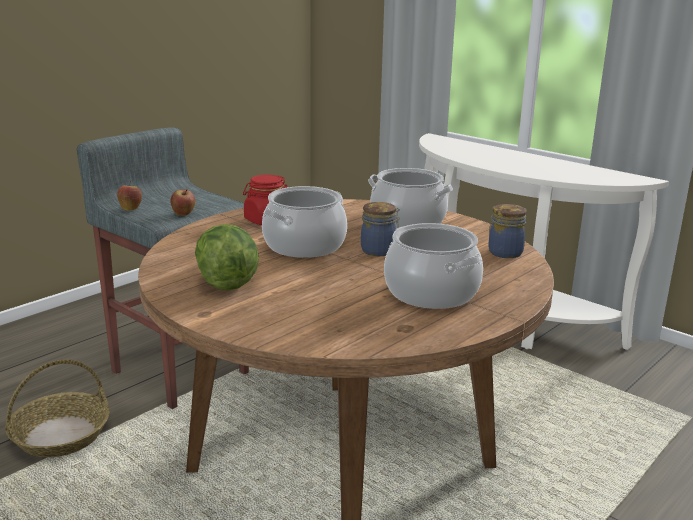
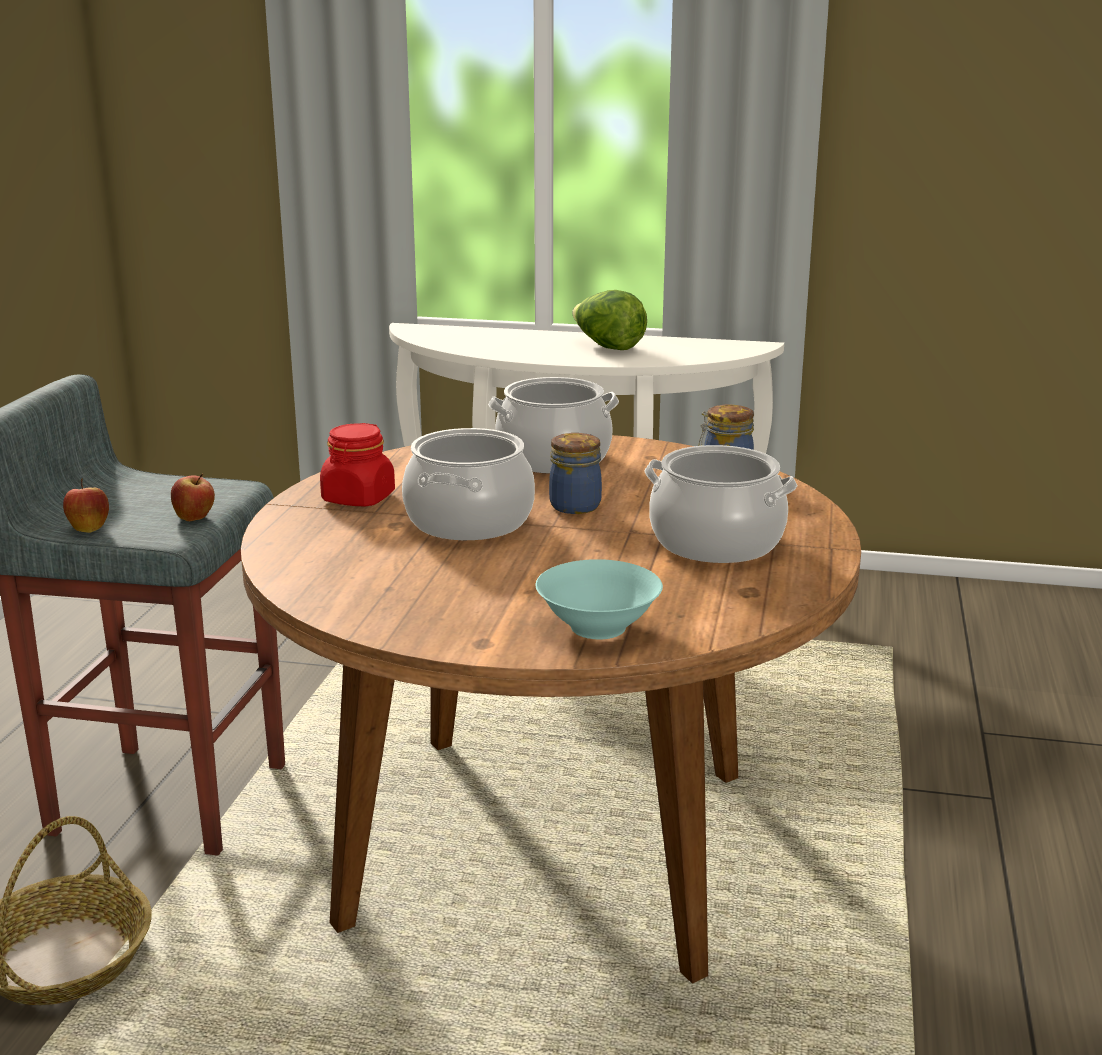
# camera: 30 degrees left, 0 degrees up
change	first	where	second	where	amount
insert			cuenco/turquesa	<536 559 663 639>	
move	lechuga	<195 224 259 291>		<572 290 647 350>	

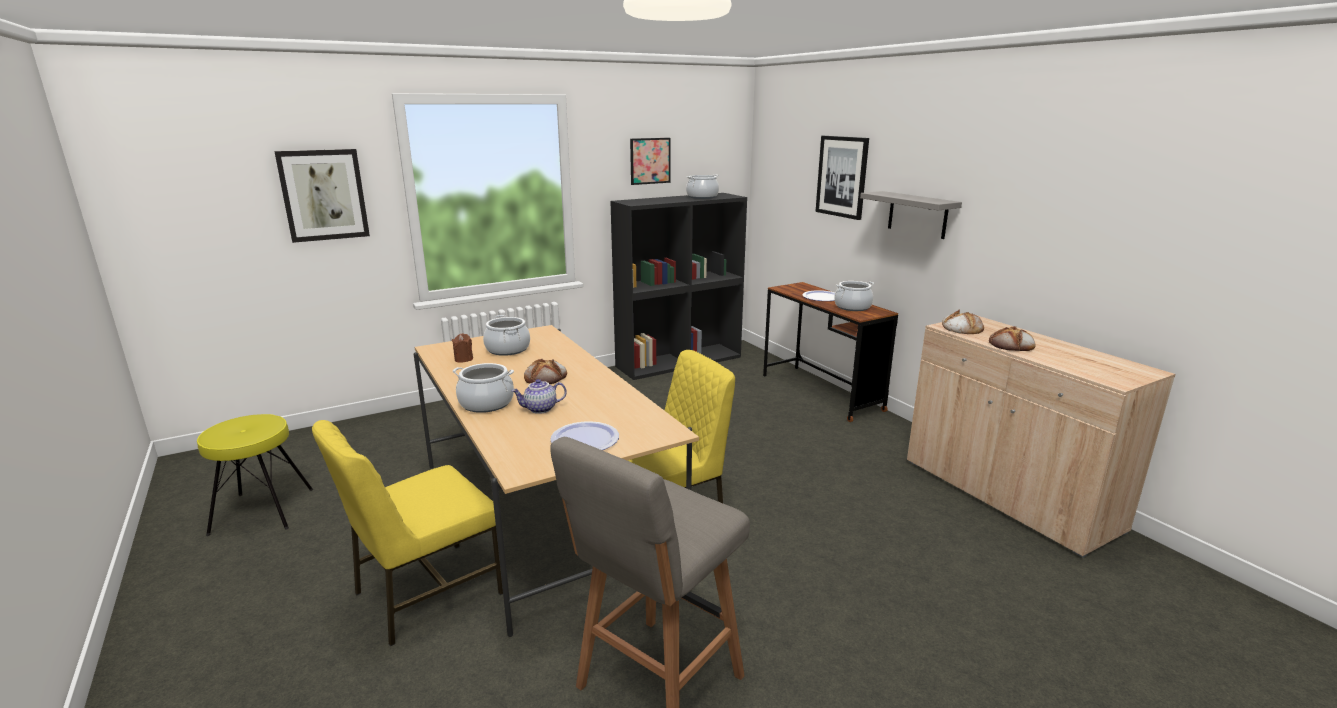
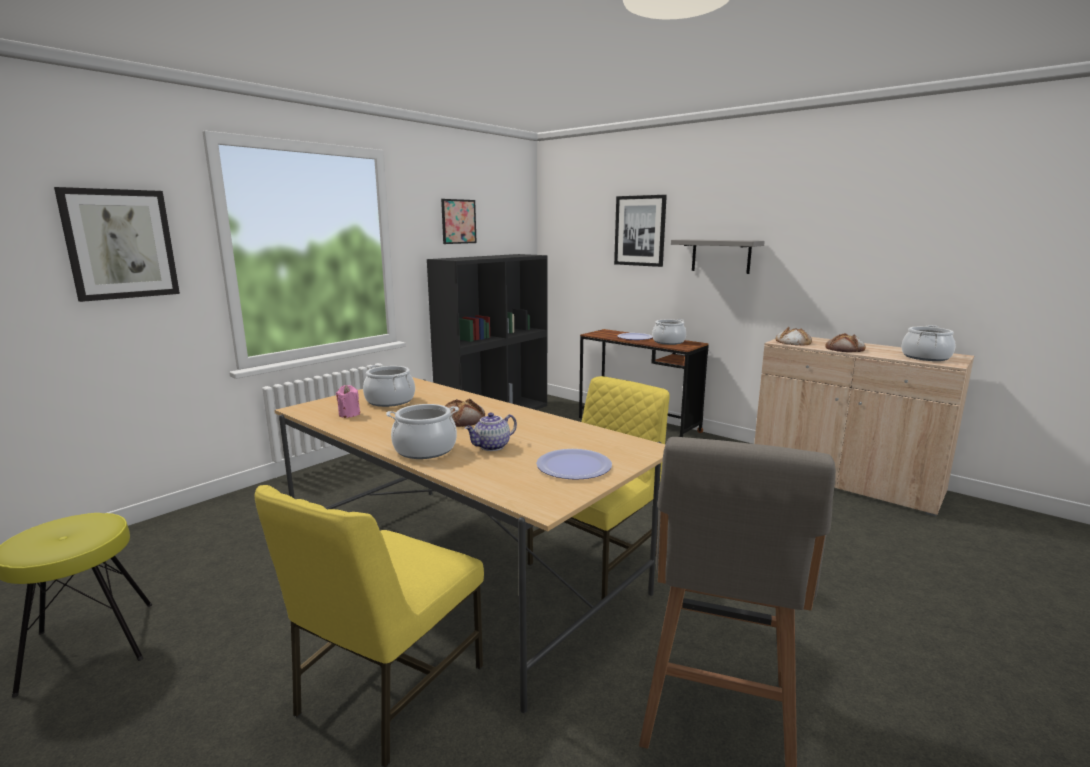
# camera: 20 degrees left, 5 degrees down
change	first	where	second	where	amount
move	olla	<686 174 719 199>		<901 325 956 361>	
recolor	vela/marrón	<452 334 473 362>	vela/rosa	<336 385 360 418>	

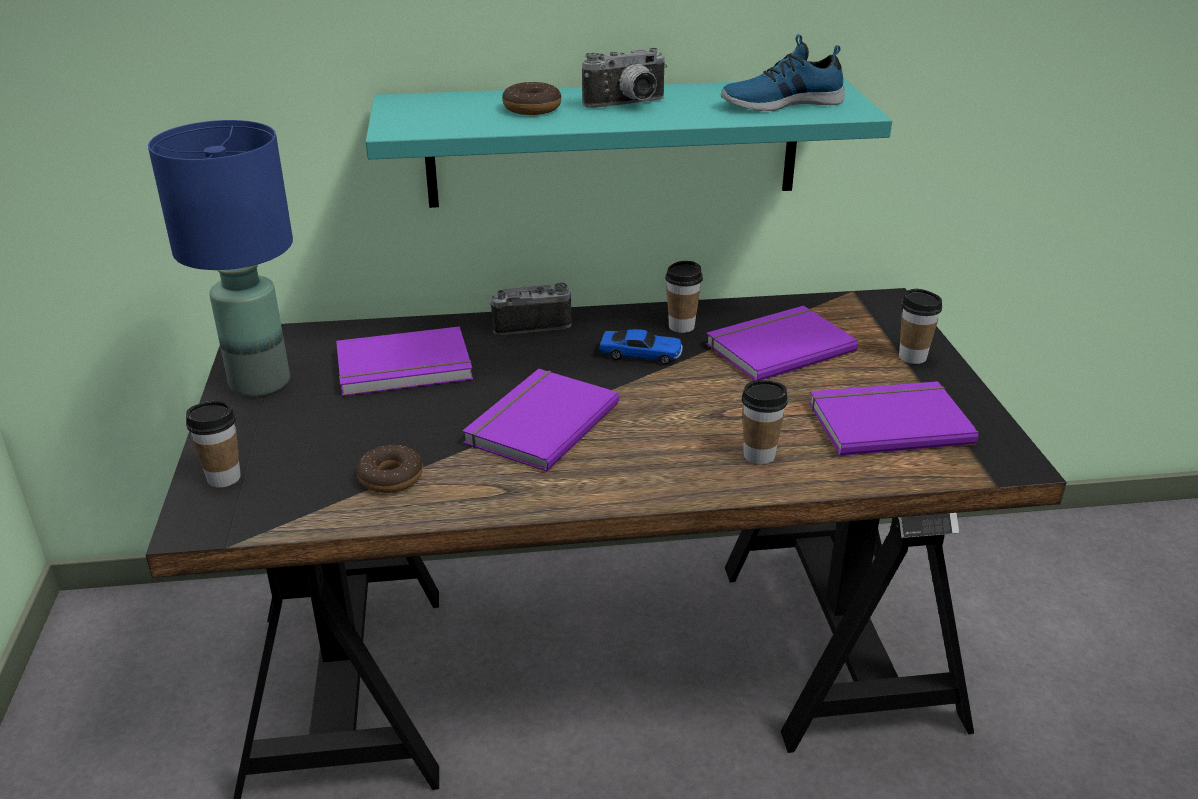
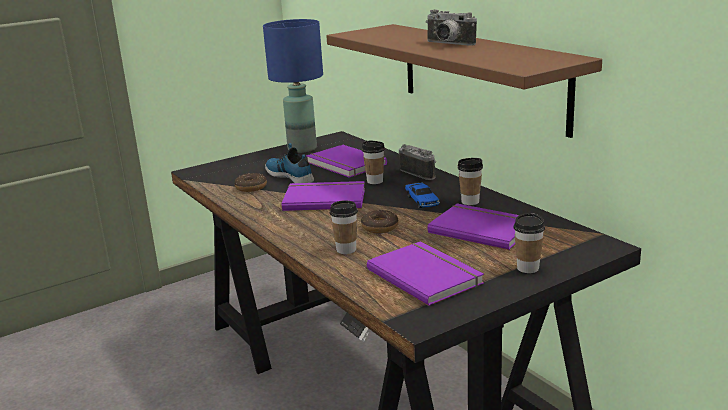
# camera: 65 degrees right, 10 degrees down
change	first	where	second	where	amount
move	taza	<186 401 241 488>		<362 141 385 184>	
move	rosquilla	<502 82 561 115>		<361 210 399 233>	
move	zapato	<721 34 845 111>		<265 143 314 183>	
recolor	estante/turquesa	<366 78 892 208>	estante/marrón	<326 24 602 138>	

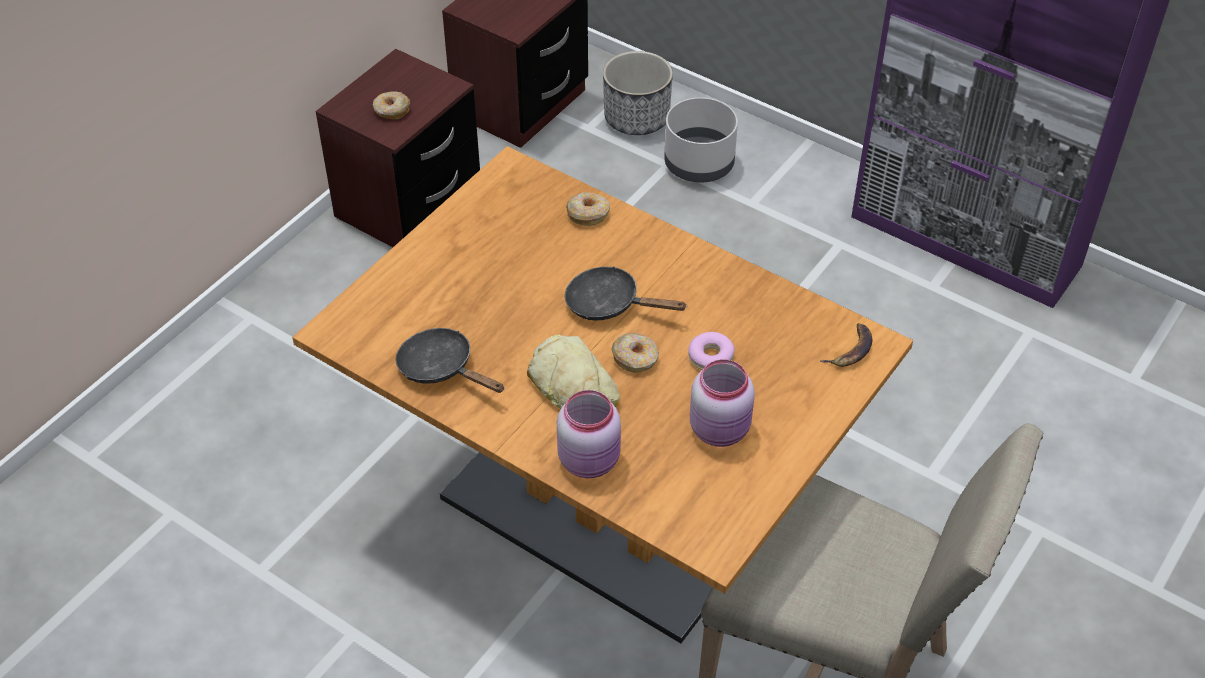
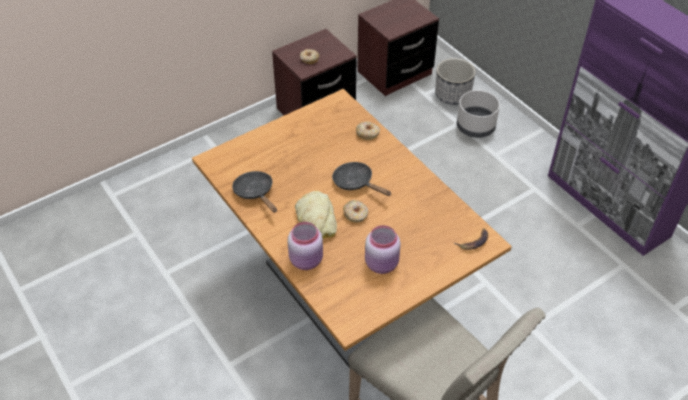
# camera: 20 degrees right, 0 degrees up
change	first	where	second	where	amount
delete	rosquilla	<688 332 735 370>			

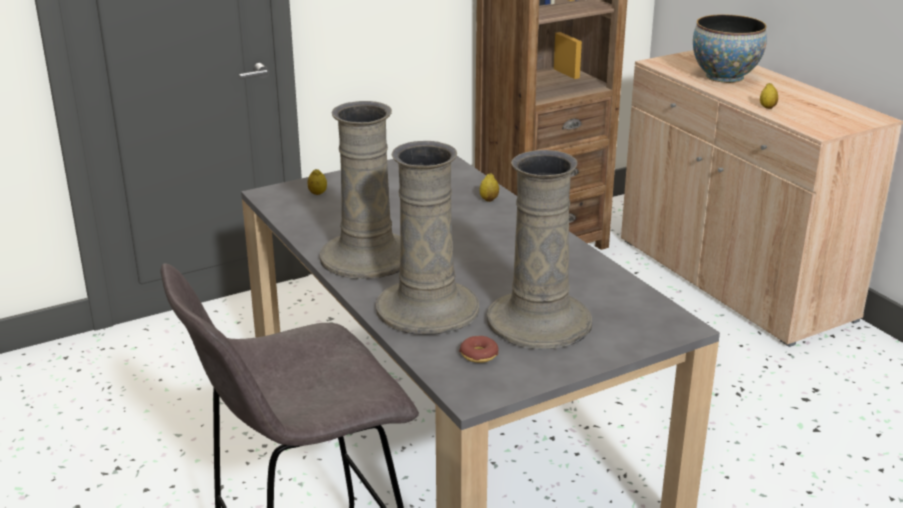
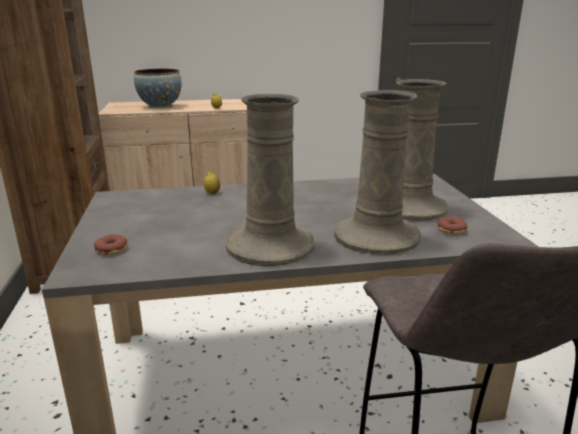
# camera: 70 degrees left, 5 degrees down
change	first	where	second	where	amount
replace	limón	<307 169 327 195>	rosquilla	<94 234 127 255>	

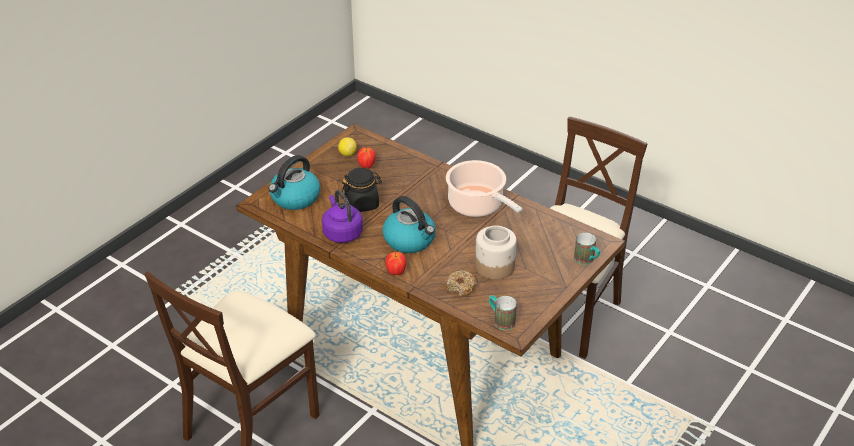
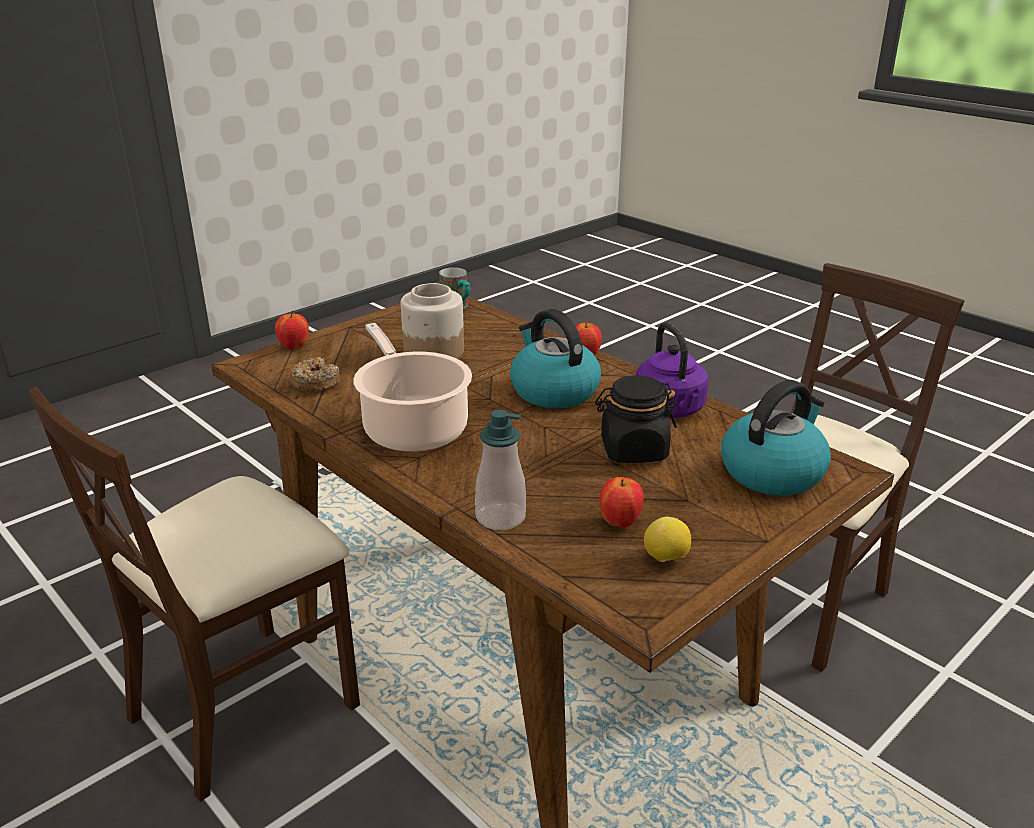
# camera: 170 degrees left, 10 degrees down
change	first	where	second	where	amount
insert			dispensador de jabón	<475 410 526 530>	
move	rosquilla	<446 270 477 297>		<289 357 340 394>	
replace	taza grande	<574 232 600 265>	manzana	<275 311 309 350>	

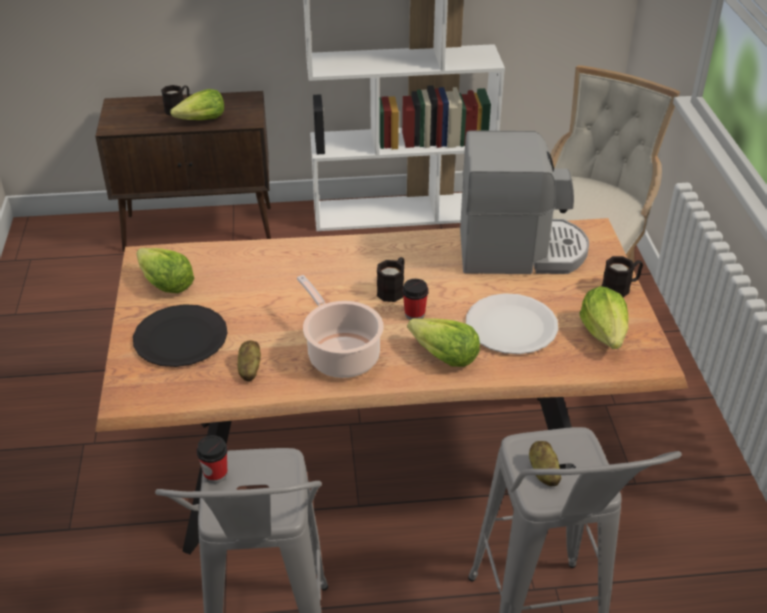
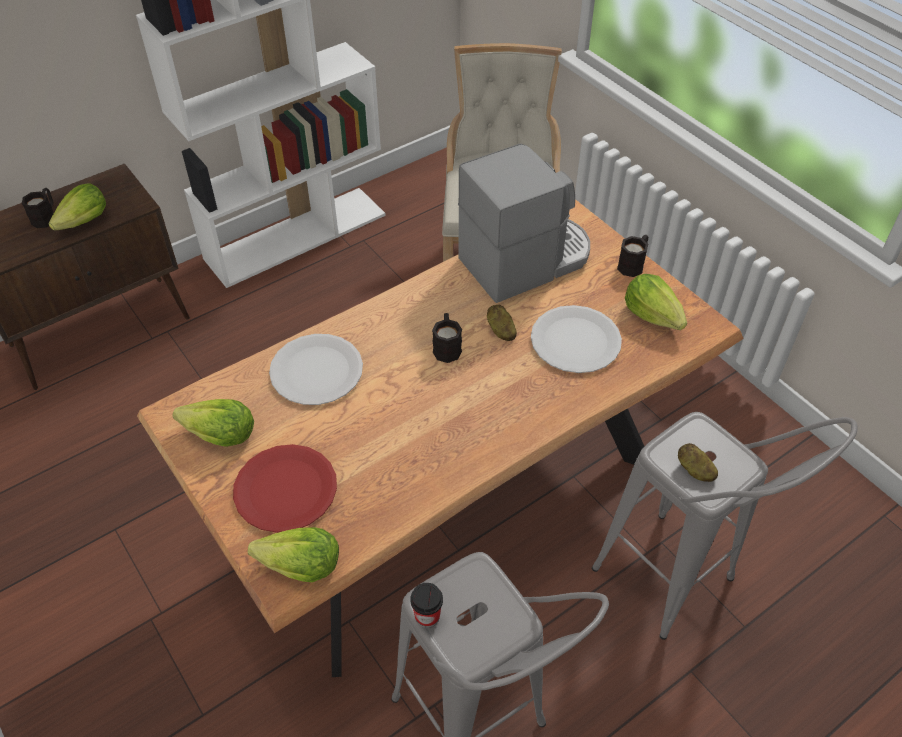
# camera: 30 degrees left, 10 degrees up
change	first	where	second	where	amount
delete	olla	<297 275 384 378>			
delete	taza	<402 279 429 320>			
insert			plato/blanco	<269 334 363 405>	
move	patata	<238 340 261 381>		<487 305 517 341>	
move	lechuga	<407 318 480 367>		<248 527 339 582>	
recolor	plato/negro	<133 304 228 367>	plato/rojo	<233 444 337 533>	

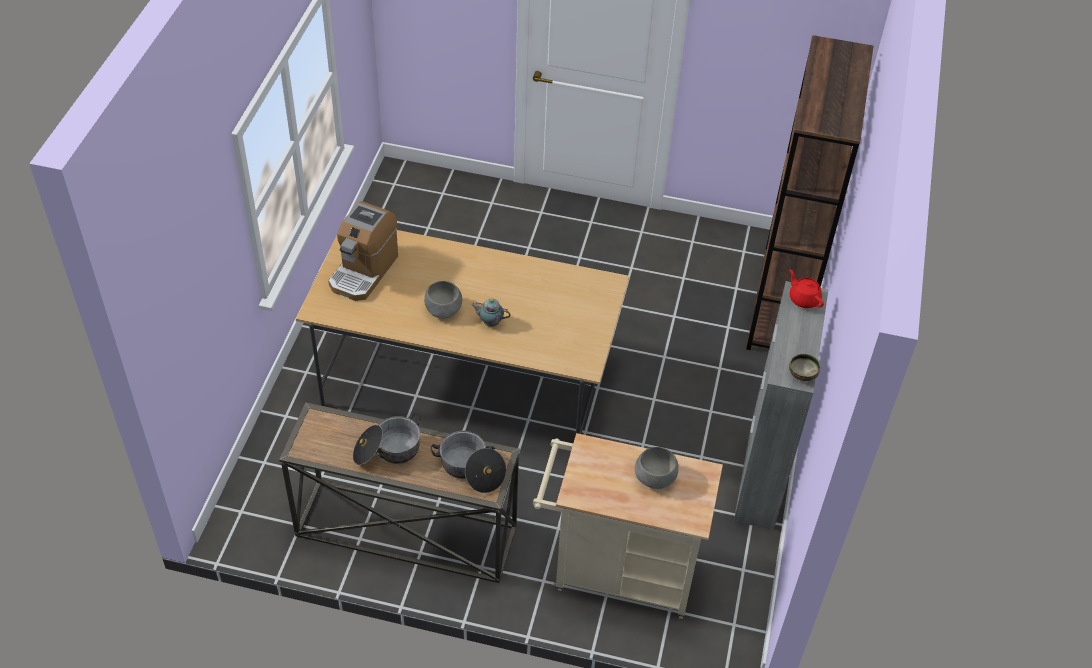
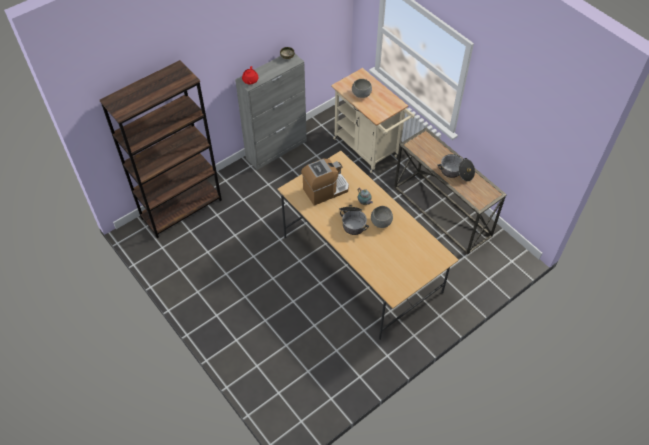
# camera: 140 degrees left, 5 degrees up
change	first	where	second	where	amount
move	cafetera	<328 201 398 301>		<301 159 349 206>	
move	olla	<431 431 506 493>		<339 205 369 235>	

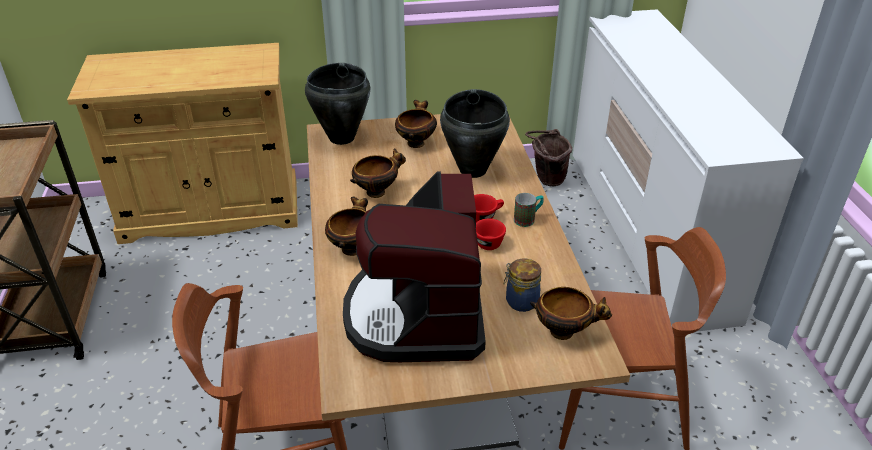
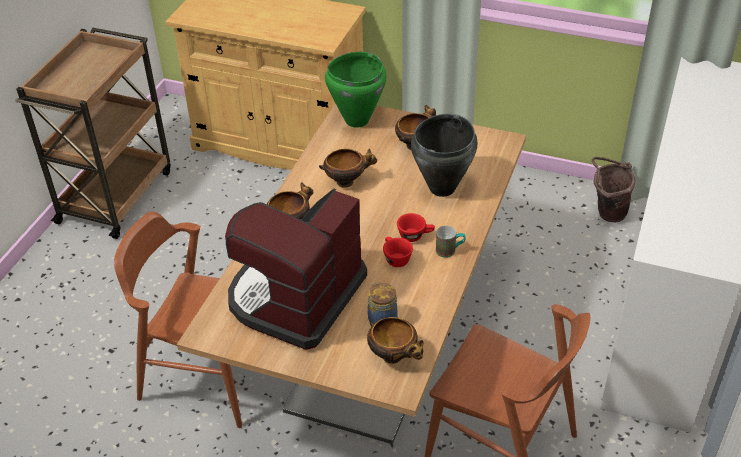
# camera: 30 degrees right, 5 degrees up
change	first	where	second	where	amount
recolor	olla/negro	<305 63 370 145>	olla/verde	<325 52 386 128>	

